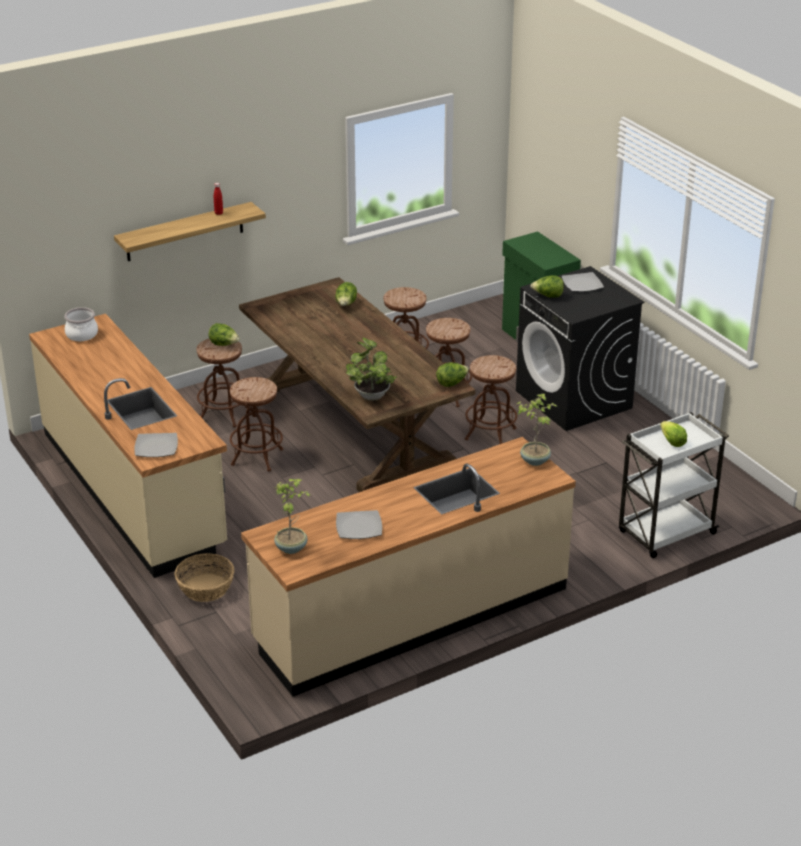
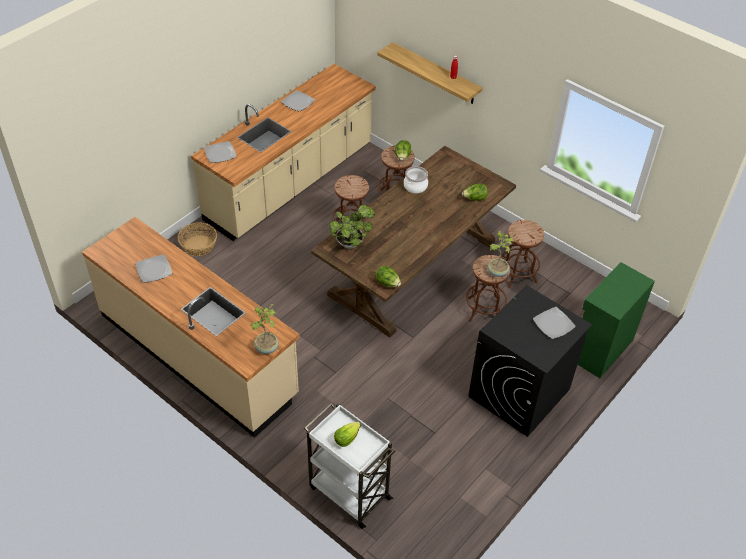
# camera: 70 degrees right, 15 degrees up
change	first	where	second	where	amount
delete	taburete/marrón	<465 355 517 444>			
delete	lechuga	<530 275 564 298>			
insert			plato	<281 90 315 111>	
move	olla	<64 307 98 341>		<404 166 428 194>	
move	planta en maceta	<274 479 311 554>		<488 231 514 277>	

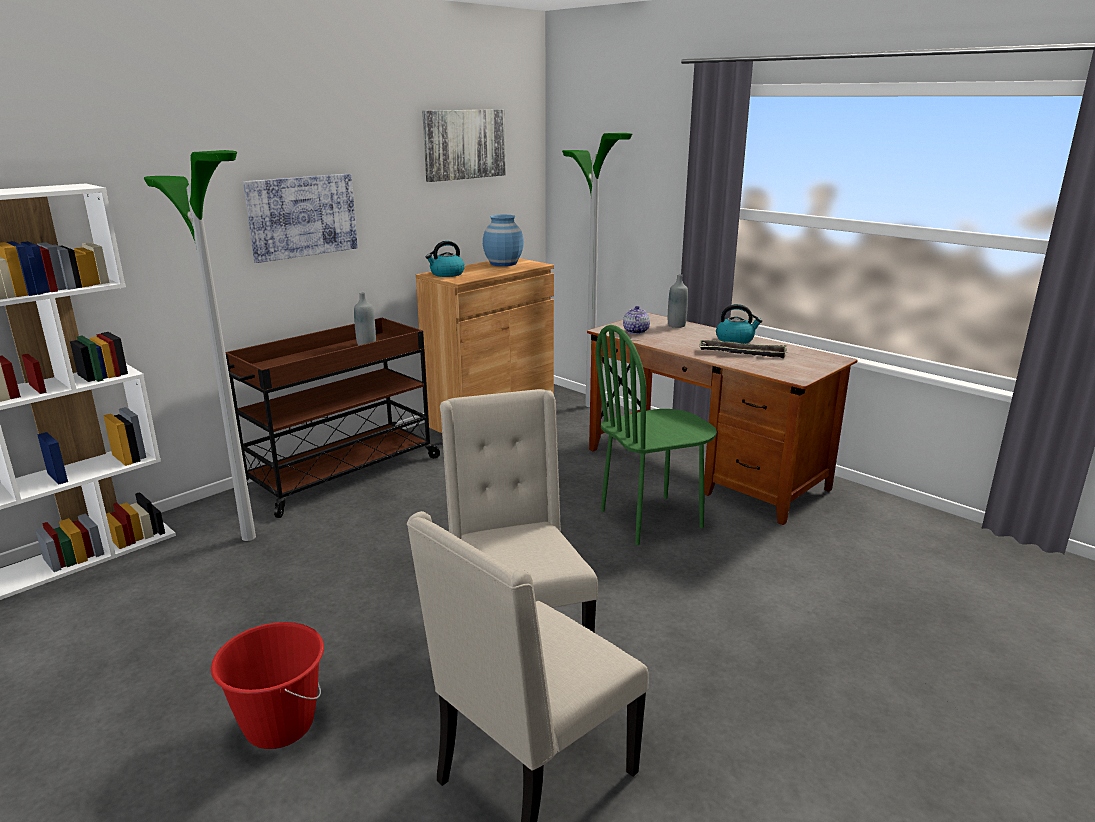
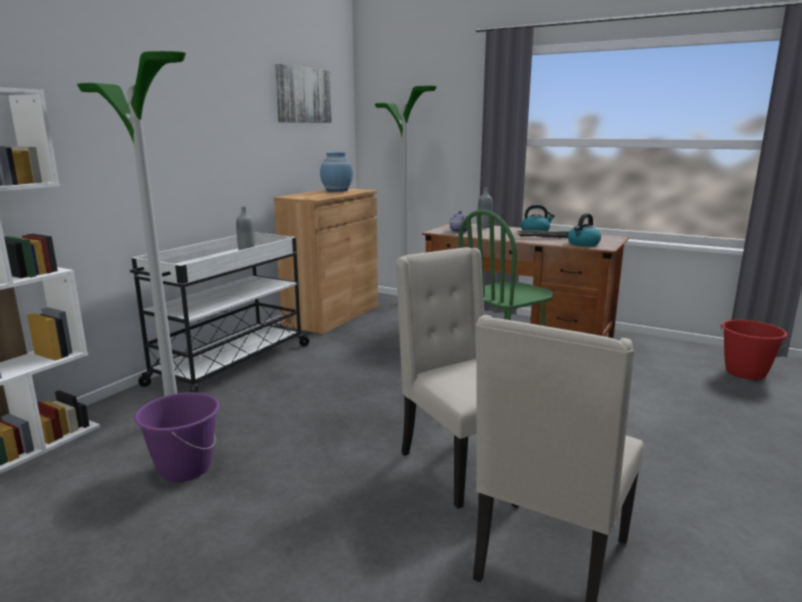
# camera: 15 degrees left, 5 degrees down
change	first	where	second	where	amount
delete	cuadro	<243 174 358 263>			
insert			cubo/morado	<134 392 220 482>	
move	cubo/rojo	<211 622 324 749>		<721 320 788 380>	
move	hervidor	<426 241 465 277>		<568 213 601 246>	
recolor	carrito/marrón	<225 318 442 518>	carrito/blanco	<130 232 311 393>	

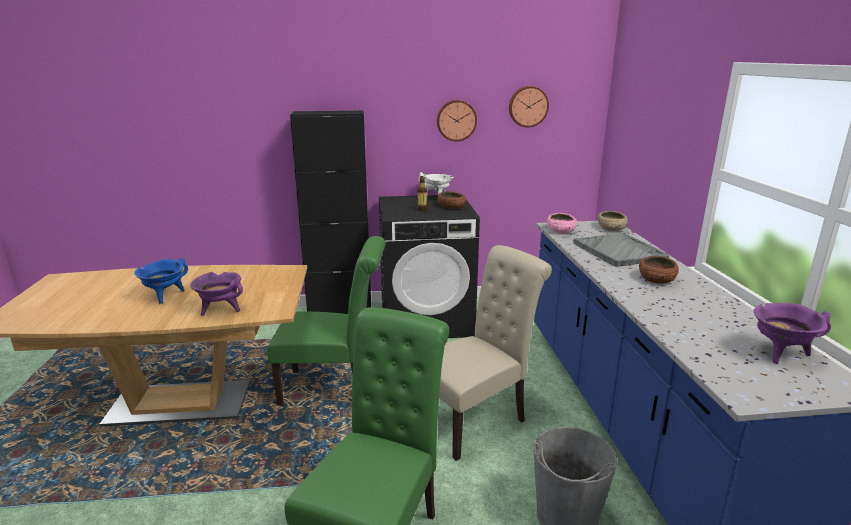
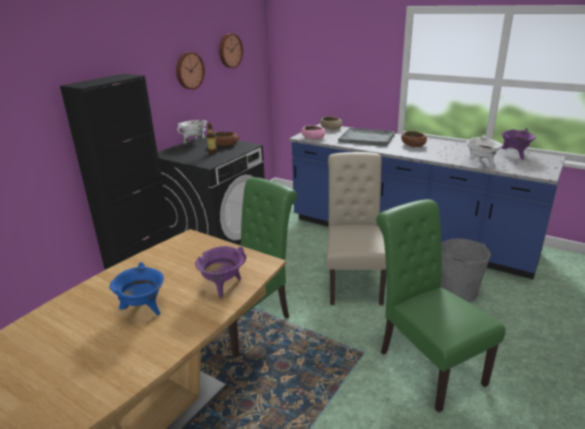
# camera: 50 degrees left, 5 degrees up
change	first	where	second	where	amount
insert			olla/blanco	<466 135 502 167>	

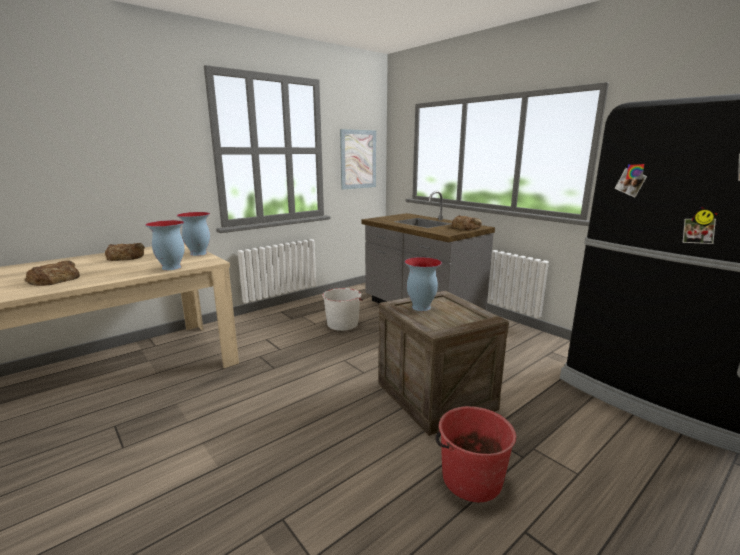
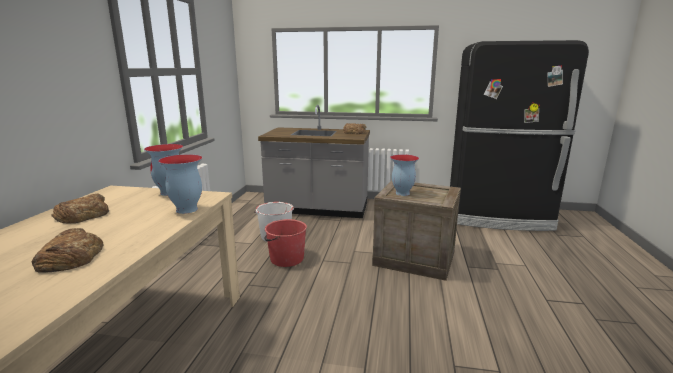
# camera: 40 degrees left, 0 degrees up
change	first	where	second	where	amount
delete	cuadro	<340 129 376 189>			
move	cubo/rojo	<436 406 516 502>		<264 219 307 267>	

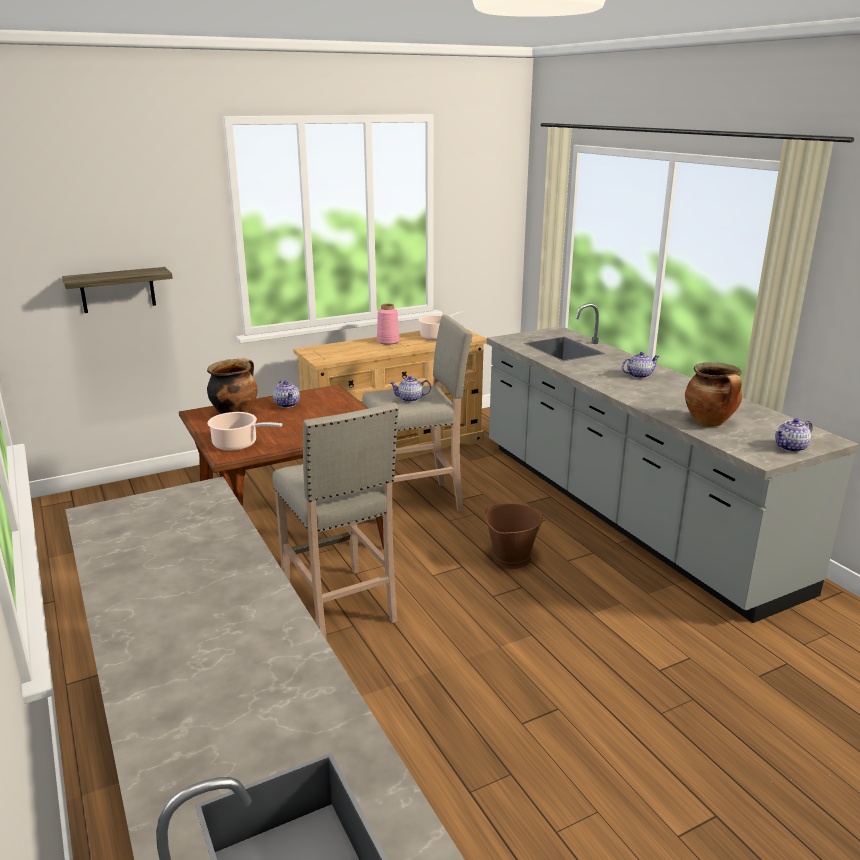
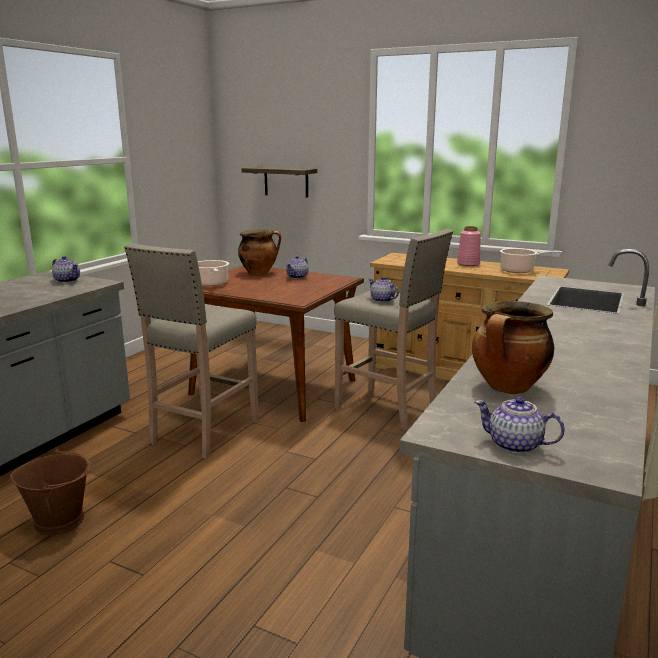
# camera: 55 degrees right, 5 degrees down
change	first	where	second	where	amount
move	cubo/marrón	<484 504 545 569>		<10 448 91 535>	
move	tetera	<622 352 659 378>		<52 256 80 283>	

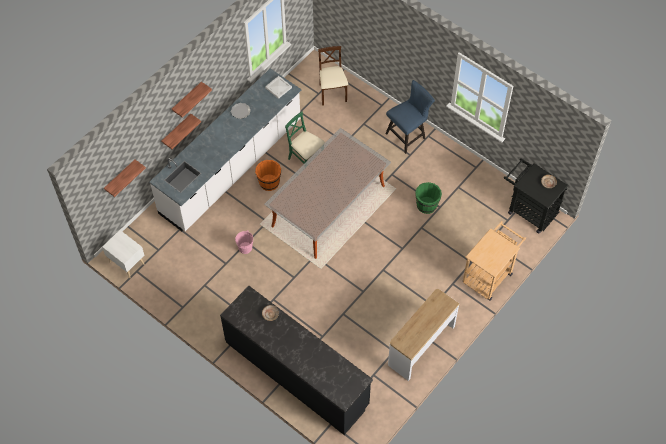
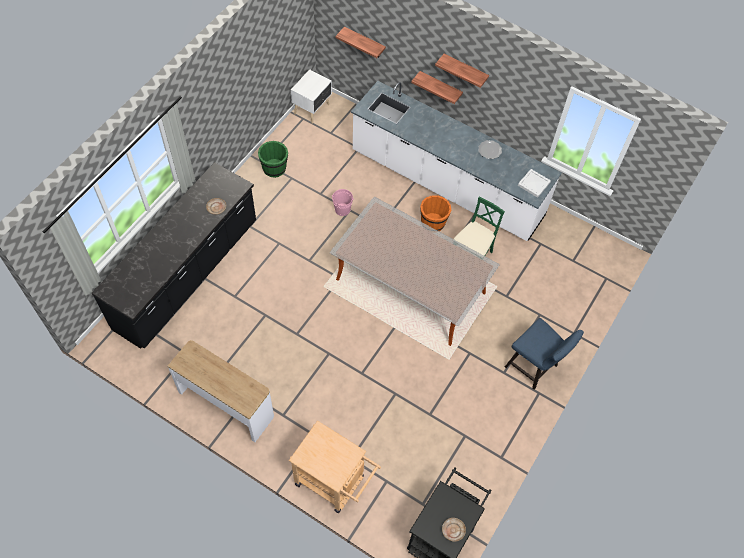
# camera: 80 degrees right, 0 degrees up
change	first	where	second	where	amount
delete	silla/beis	<318 46 348 106>			
move	cubo/verde	<415 182 442 214>		<258 141 288 178>	

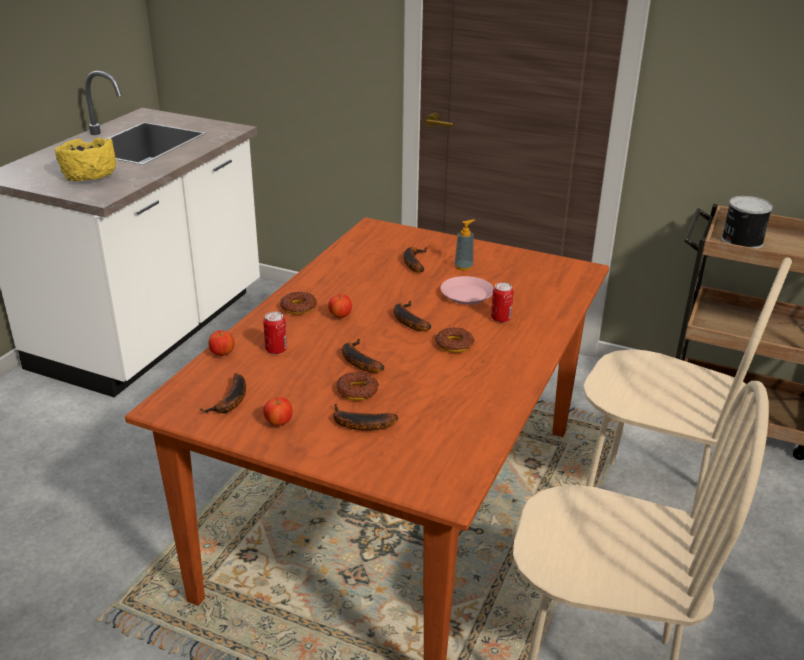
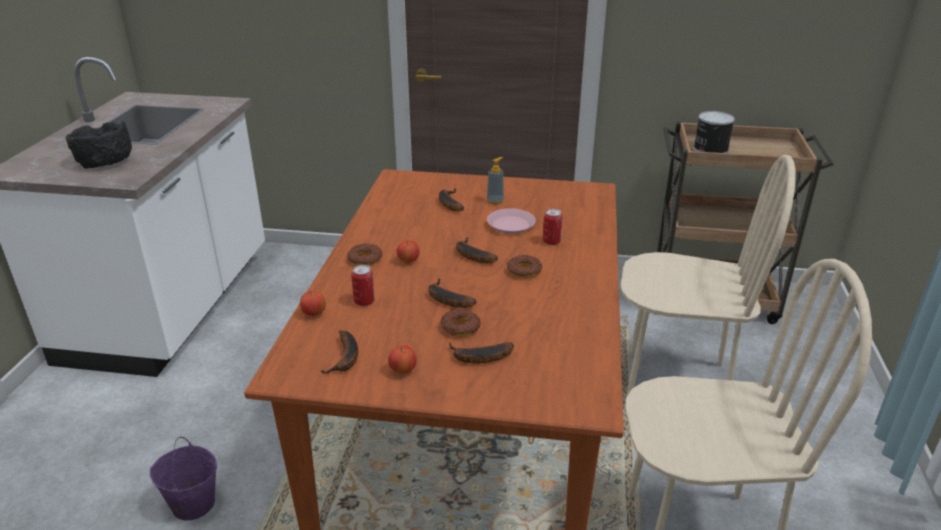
# camera: 15 degrees left, 0 degrees up
change	first	where	second	where	amount
insert			cubo/morado	<150 437 217 520>	
recolor	cuenco/amarillo	<55 138 116 181>	cuenco/negro	<66 121 132 169>	

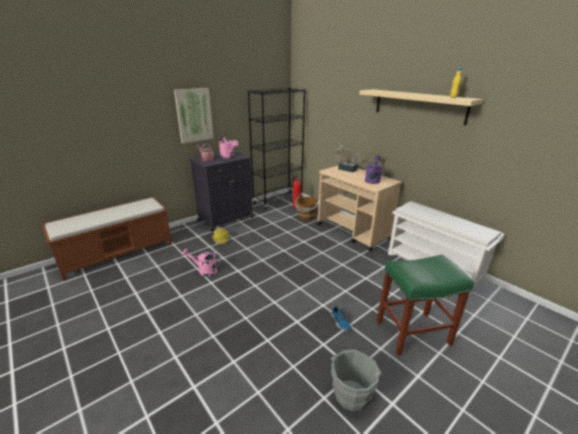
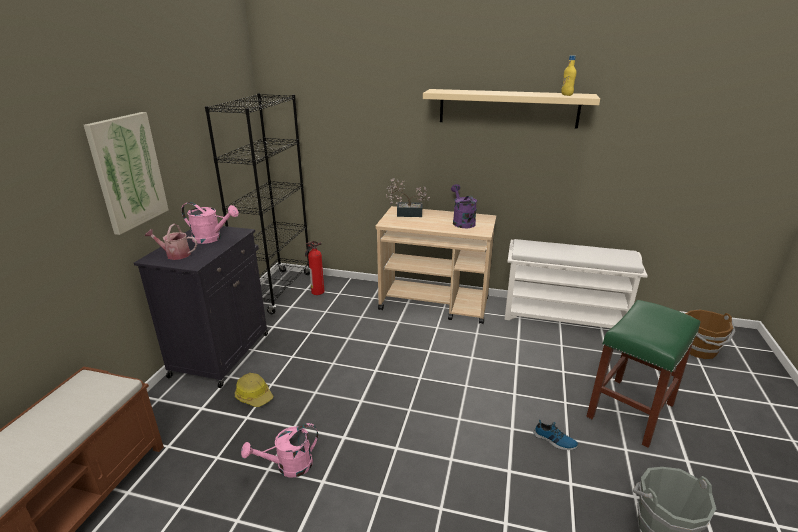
# camera: 35 degrees left, 0 degrees up
change	first	where	second	where	amount
move	cubo/marrón	<295 195 318 221>		<685 310 736 359>	

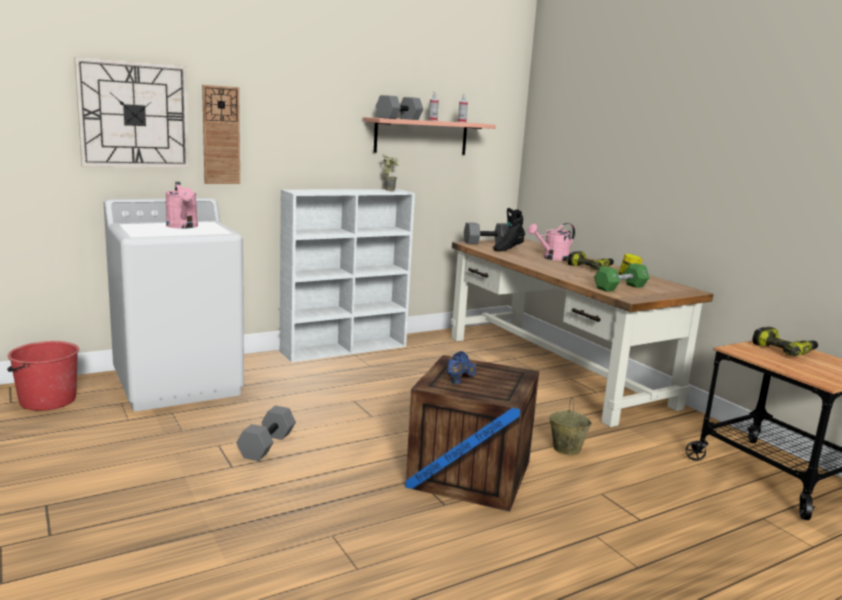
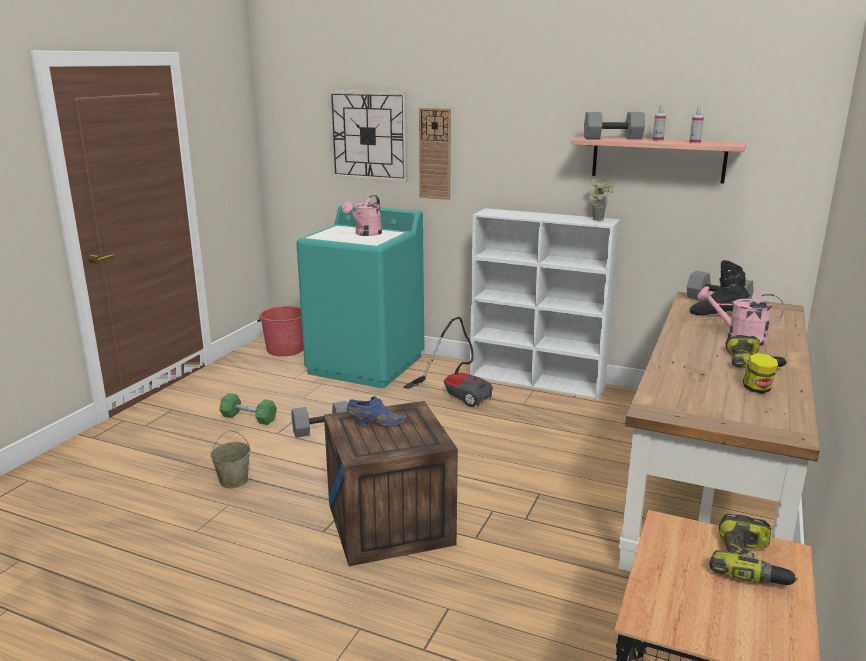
# camera: 55 degrees right, 5 degrees up
change	first	where	second	where	amount
insert			aspiradora	<403 317 493 407>	
move	cubo/beis	<549 398 592 455>		<210 430 251 488>	
move	mancuerna/verde	<594 263 650 292>		<219 393 277 425>	
recolor	lavadora/blanco	<104 198 244 411>	lavadora/turquesa	<296 205 424 388>	

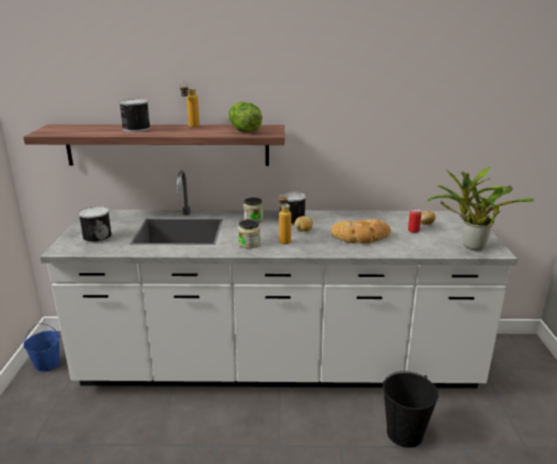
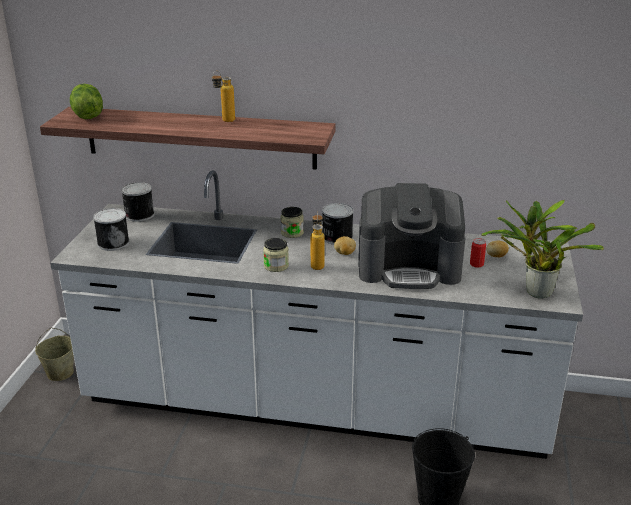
# camera: 10 degrees right, 5 degrees up
change	first	where	second	where	amount
move	lata	<119 99 150 132>		<121 182 154 222>	
move	lechuga	<228 102 262 132>		<70 84 103 119>	
replace	pan	<330 219 391 244>	cafetera	<358 183 466 289>	
recolor	cubo/azul	<24 323 60 372>	cubo/beis	<35 328 74 381>	

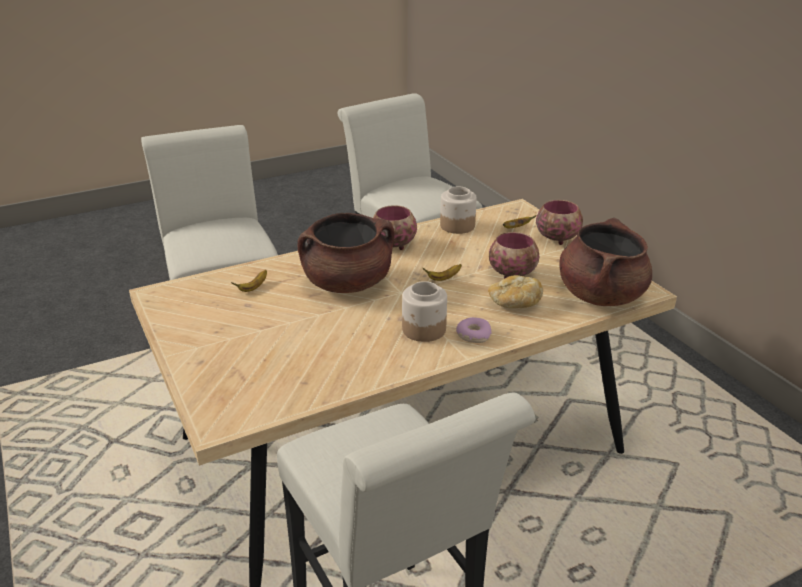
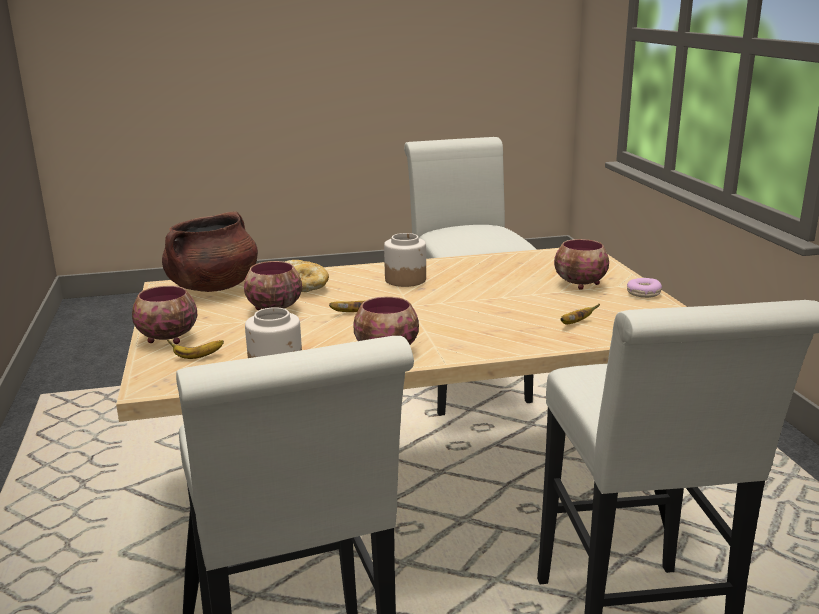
# camera: 165 degrees left, 10 degrees down
change	first	where	second	where	amount
delete	olla/marrón	<297 213 395 293>			
insert			cuenco	<554 239 609 290>	
move	rosquilla	<456 317 492 343>		<627 278 662 298>	

